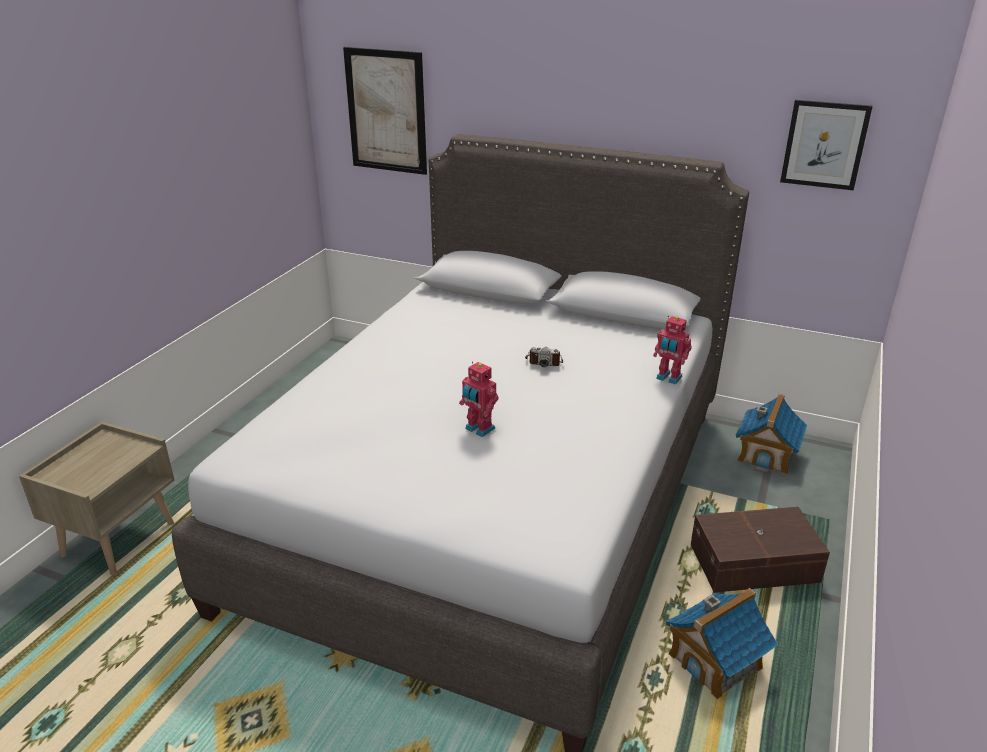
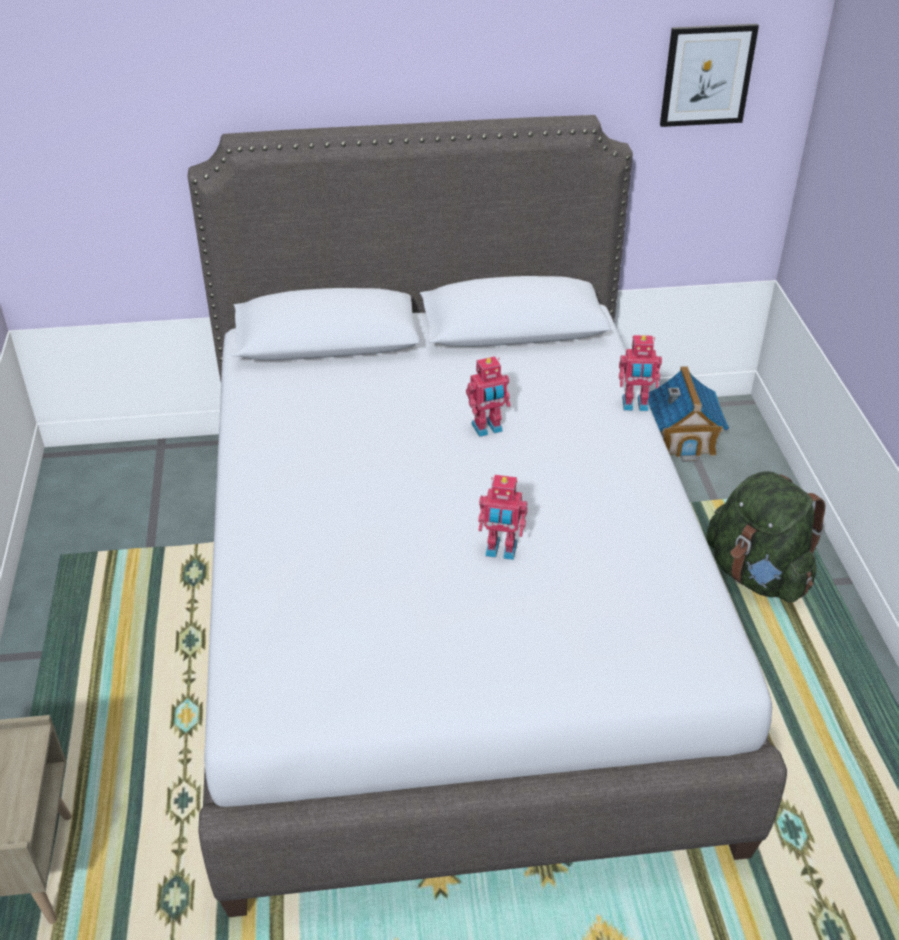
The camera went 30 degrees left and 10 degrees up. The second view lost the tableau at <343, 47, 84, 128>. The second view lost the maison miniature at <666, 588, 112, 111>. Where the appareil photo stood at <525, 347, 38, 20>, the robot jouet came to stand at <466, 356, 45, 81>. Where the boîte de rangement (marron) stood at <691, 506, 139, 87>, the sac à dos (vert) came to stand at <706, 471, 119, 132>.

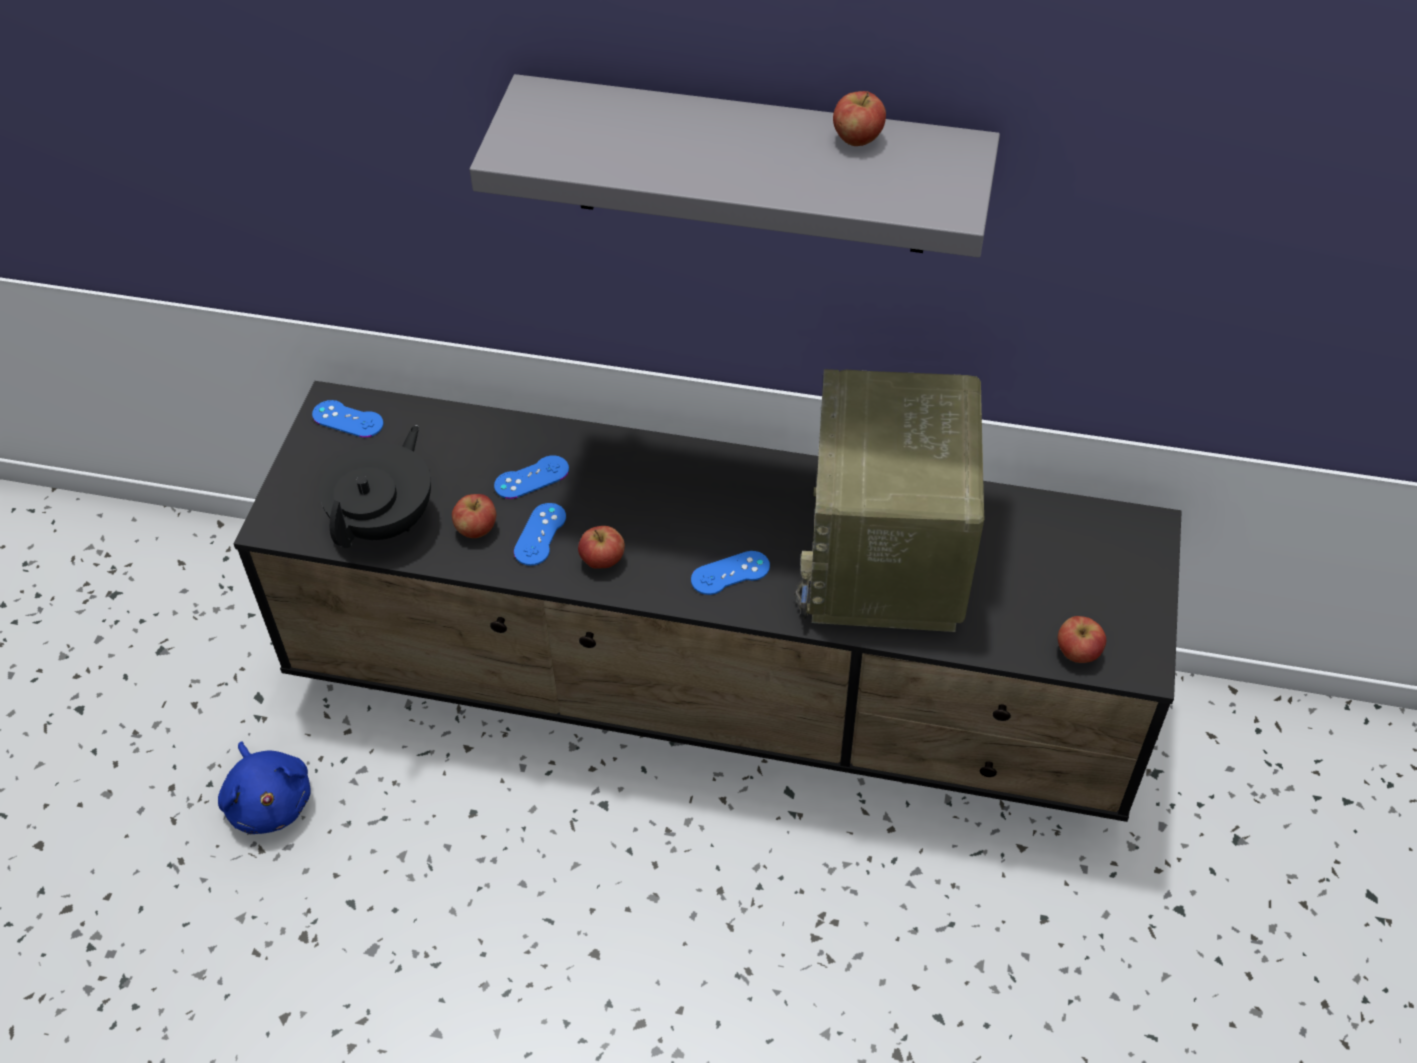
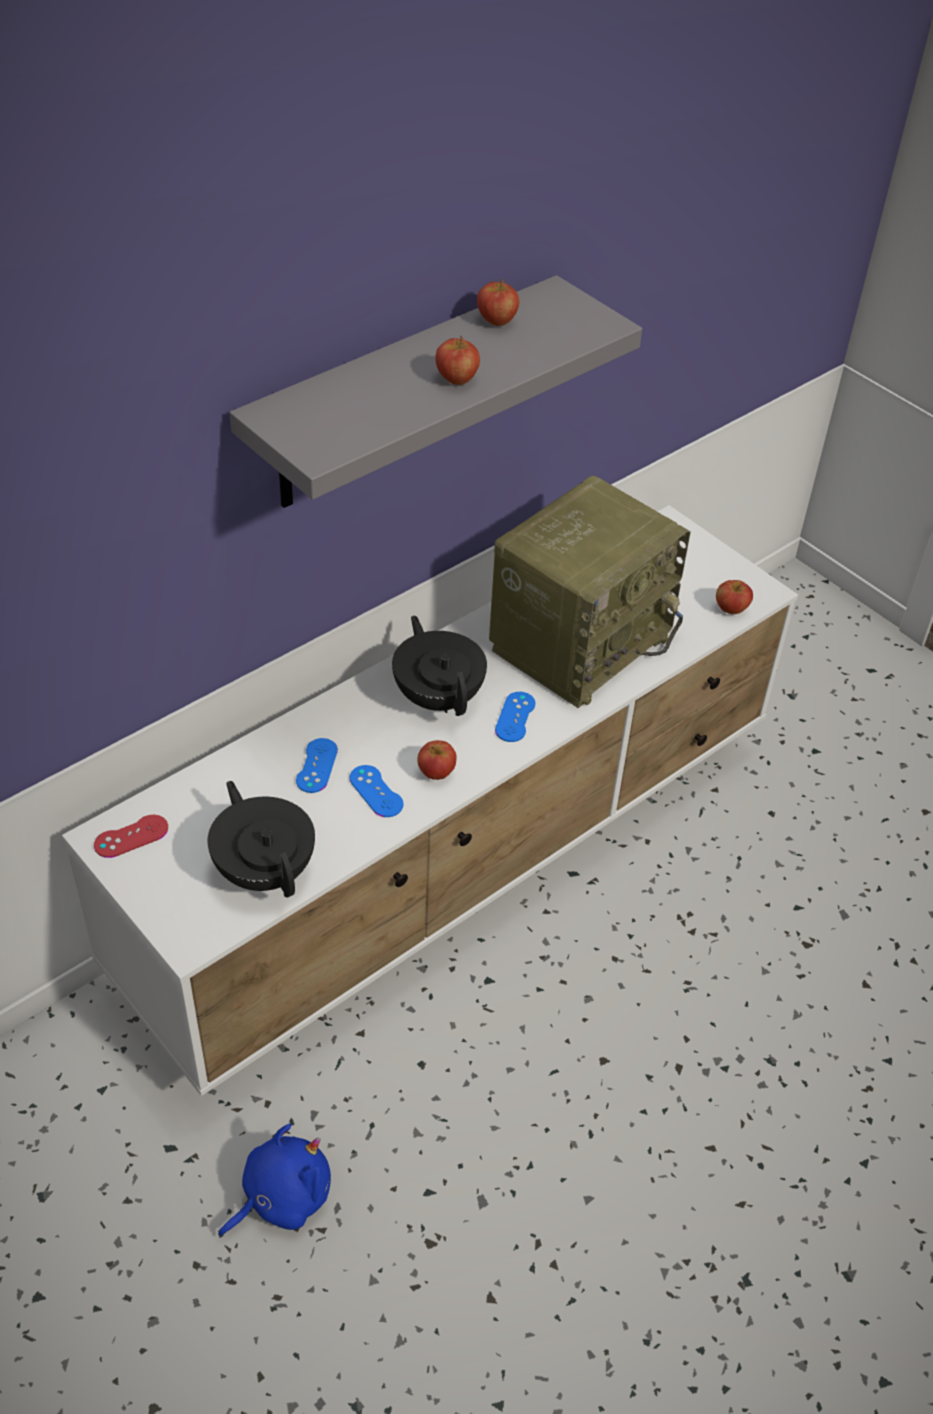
The camera went 55 degrees left and 5 degrees down. The second view gained the théière (noir) at <392, 616, 95, 100>. The pomme ended up elsewhere, having gone from <452, 494, 44, 44> to <436, 335, 44, 50>. What was the meuble télé (noir) at <233, 381, 949, 441> turned into the meuble télé (blanc) at <62, 505, 736, 591>. What was the manette (bleu) at <312, 400, 72, 38> turned into the manette (rouge) at <94, 815, 74, 43>. The peluche (bleu) at <218, 741, 93, 93> ended up facing another way, 45 degrees counterclockwise from before. The radio at <794, 369, 190, 263> ended up facing another way, 90 degrees counterclockwise from before.

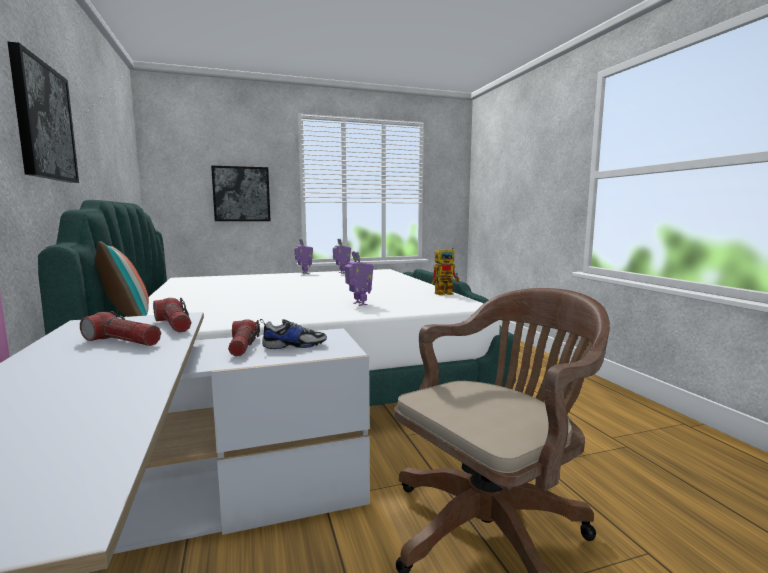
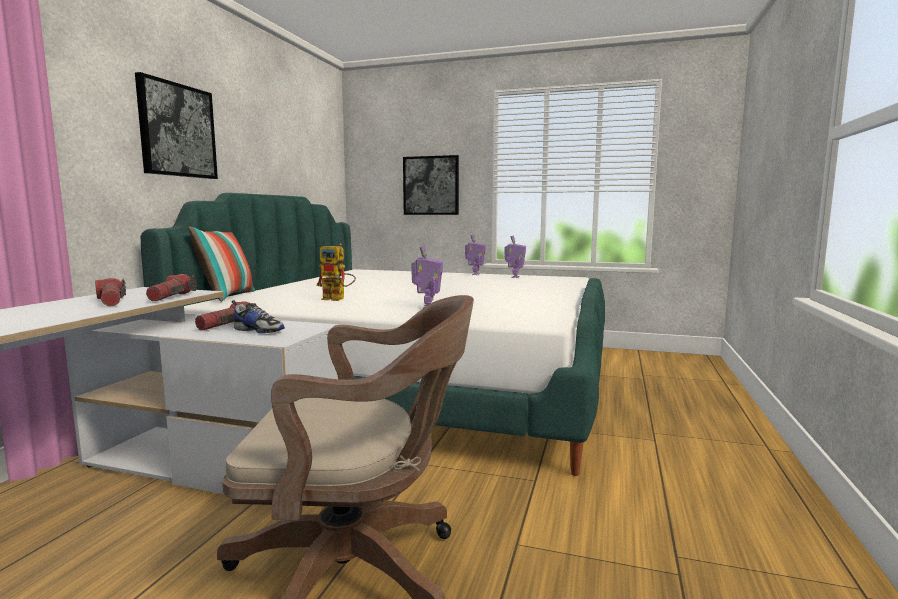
The camera went 35 degrees right and 0 degrees up. The robot jouet ended up elsewhere, having gone from <432, 247, 28, 48> to <316, 244, 40, 57>.

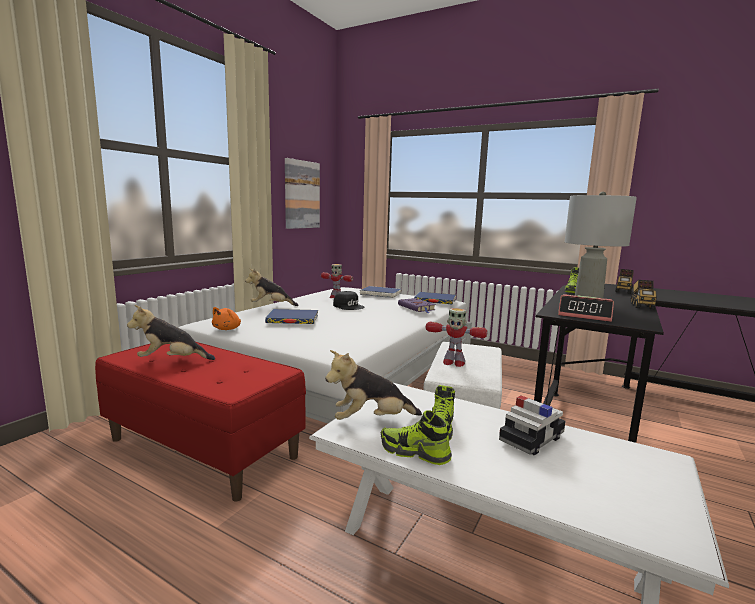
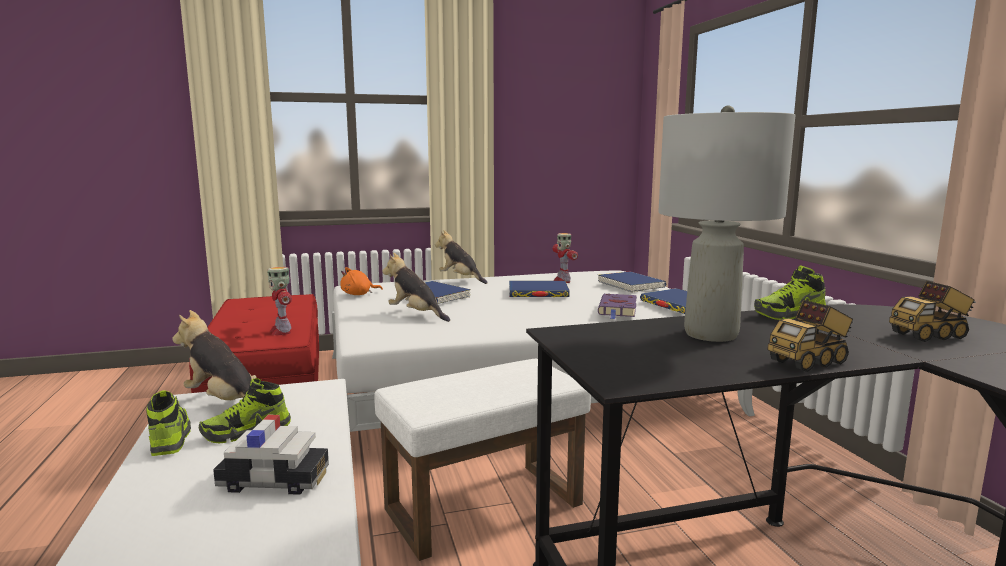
The camera went 45 degrees right and 0 degrees up. The second view lost the tableau at <285, 158, 35, 71>. The second view lost the réveil at <558, 294, 56, 28>. The peluche ended up elsewhere, having gone from <127, 305, 88, 55> to <382, 253, 68, 69>. The robot jouet ended up elsewhere, having gone from <426, 308, 62, 59> to <267, 267, 25, 68>. Where the casquette (noir) stood at <333, 291, 31, 19>, the livre (bleu) came to stand at <509, 281, 61, 16>.

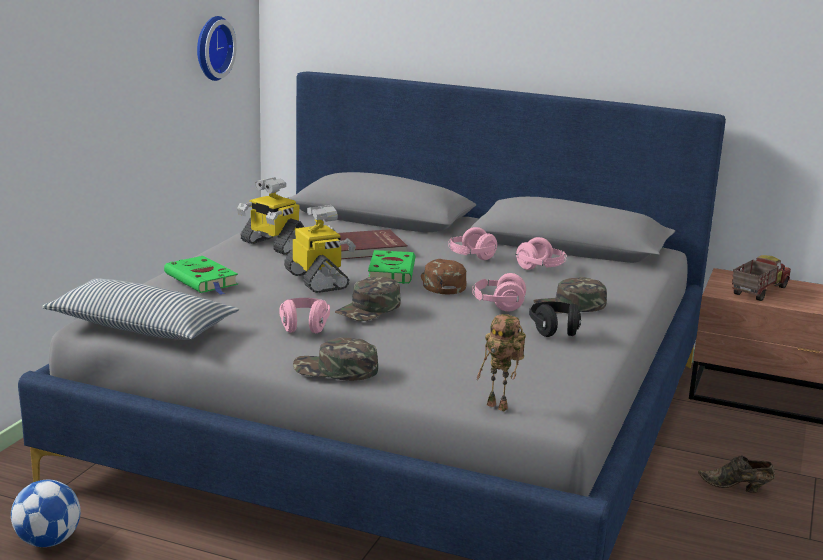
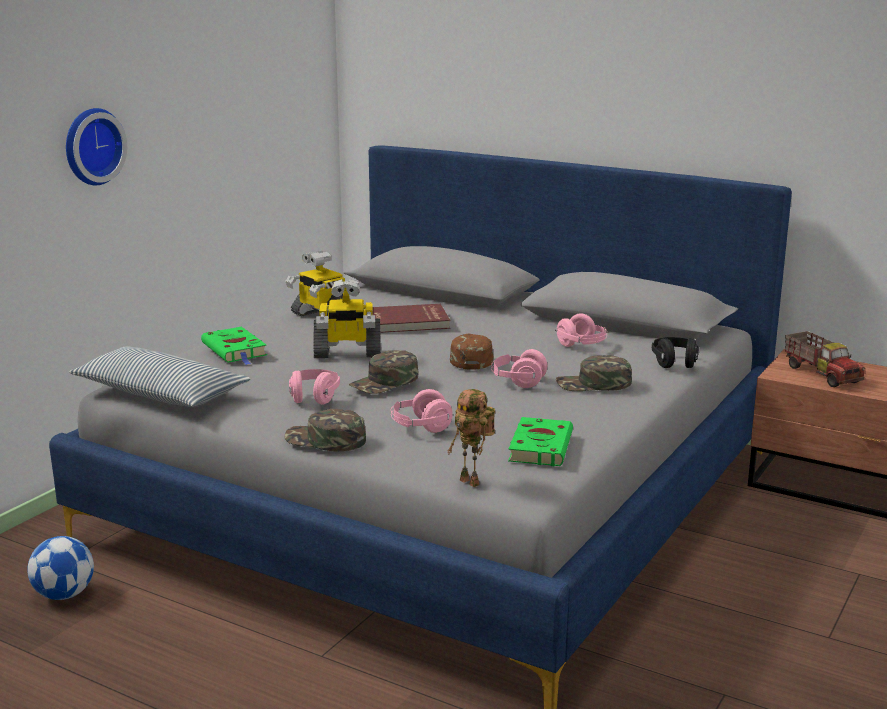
The camera went 10 degrees right and 0 degrees up. The second view lost the chaussure (marron) at <698, 455, 77, 38>. The horloge murale ended up elsewhere, having gone from <197, 16, 40, 65> to <66, 108, 61, 77>. The livre (vert) ended up elsewhere, having gone from <368, 250, 47, 34> to <508, 417, 65, 49>. The casque audio (rose) ended up elsewhere, having gone from <448, 227, 49, 33> to <391, 389, 62, 44>. The casque audio (noir) ended up elsewhere, having gone from <529, 301, 52, 36> to <652, 337, 47, 31>. The robot jouet at <284, 205, 72, 88> ended up facing another way, 105 degrees clockwise from before. The camion jouet at <732, 255, 59, 46> ended up facing another way, 105 degrees clockwise from before.

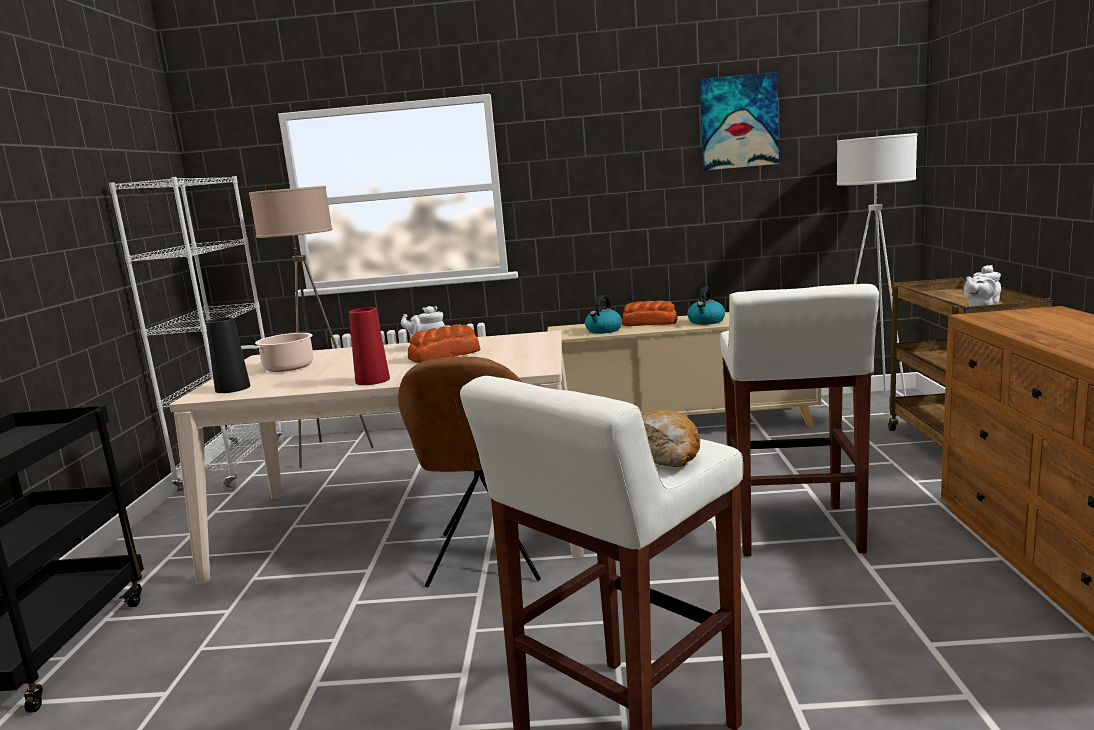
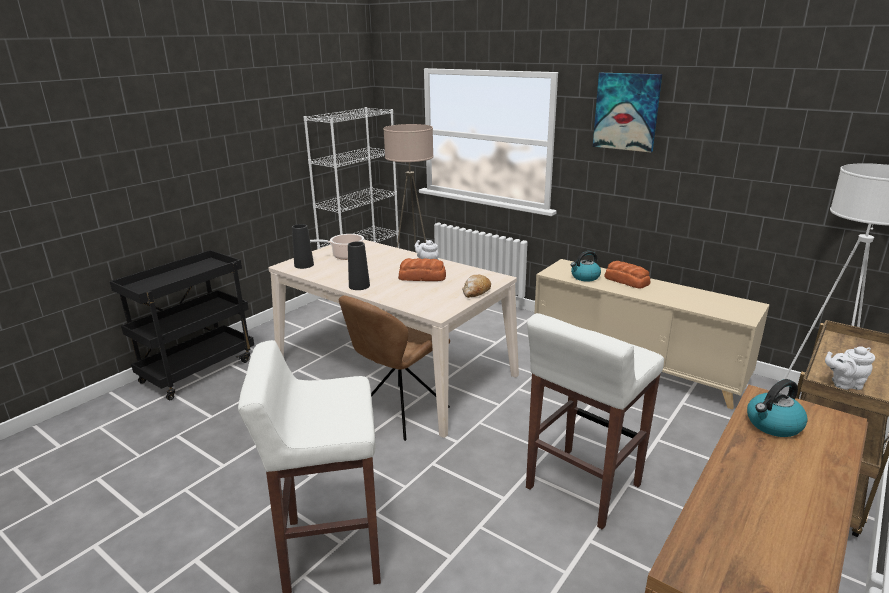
The camera went 35 degrees right and 10 degrees up. The pain ended up elsewhere, having gone from <641, 410, 59, 57> to <462, 275, 29, 23>. The bouilloire ended up elsewhere, having gone from <687, 286, 38, 39> to <747, 379, 61, 58>. The tableau ended up elsewhere, having gone from <700, 72, 79, 99> to <593, 73, 69, 79>. What was the vase (rouge) at <349, 307, 41, 78> turned into the vase (noir) at <348, 241, 22, 49>.

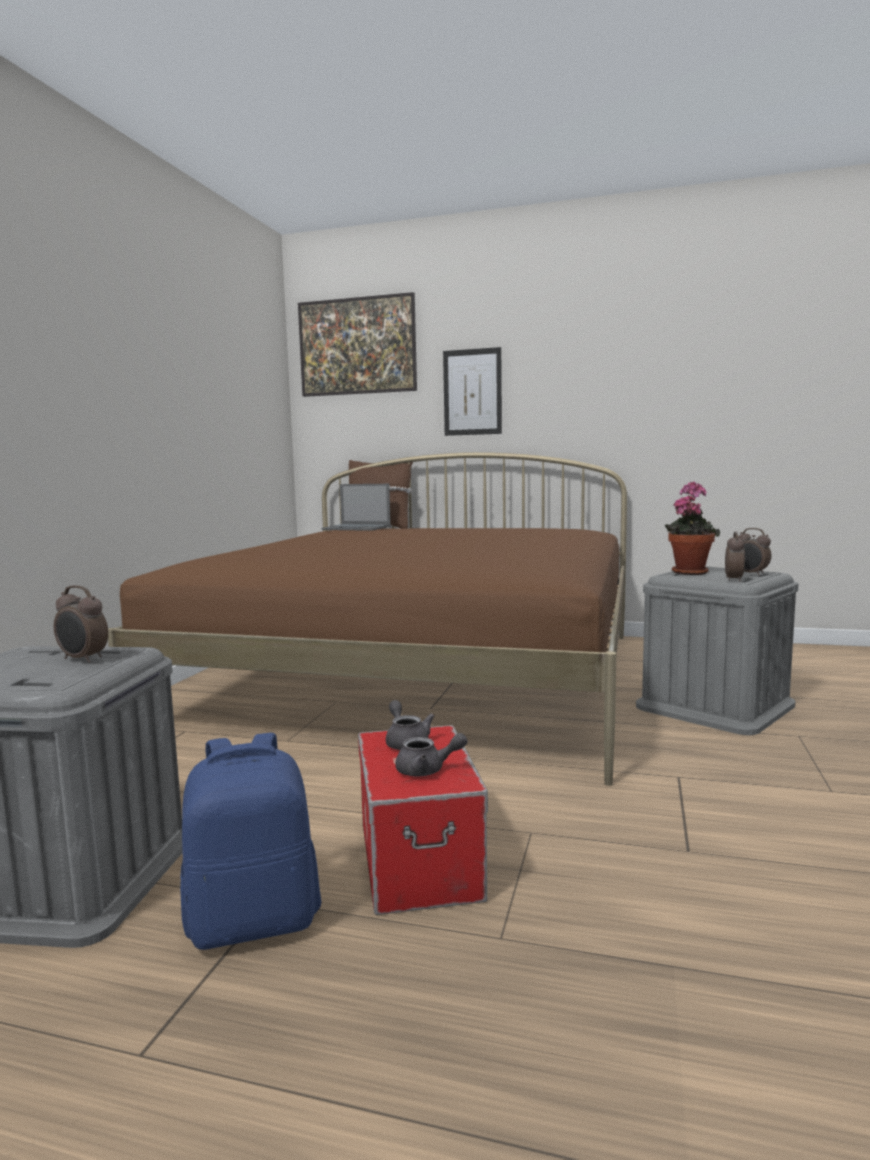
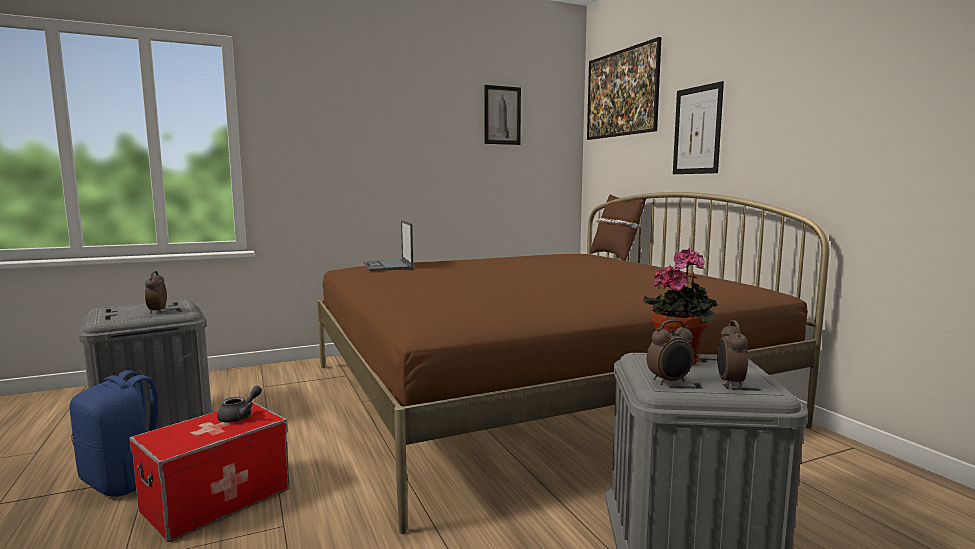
The camera went 50 degrees right and 0 degrees up. The second view lost the théière (gris) at <395, 733, 73, 44>. The second view gained the tableau at <484, 85, 37, 60>. The ordinateur portable ended up elsewhere, having gone from <322, 484, 69, 47> to <363, 220, 50, 51>.

